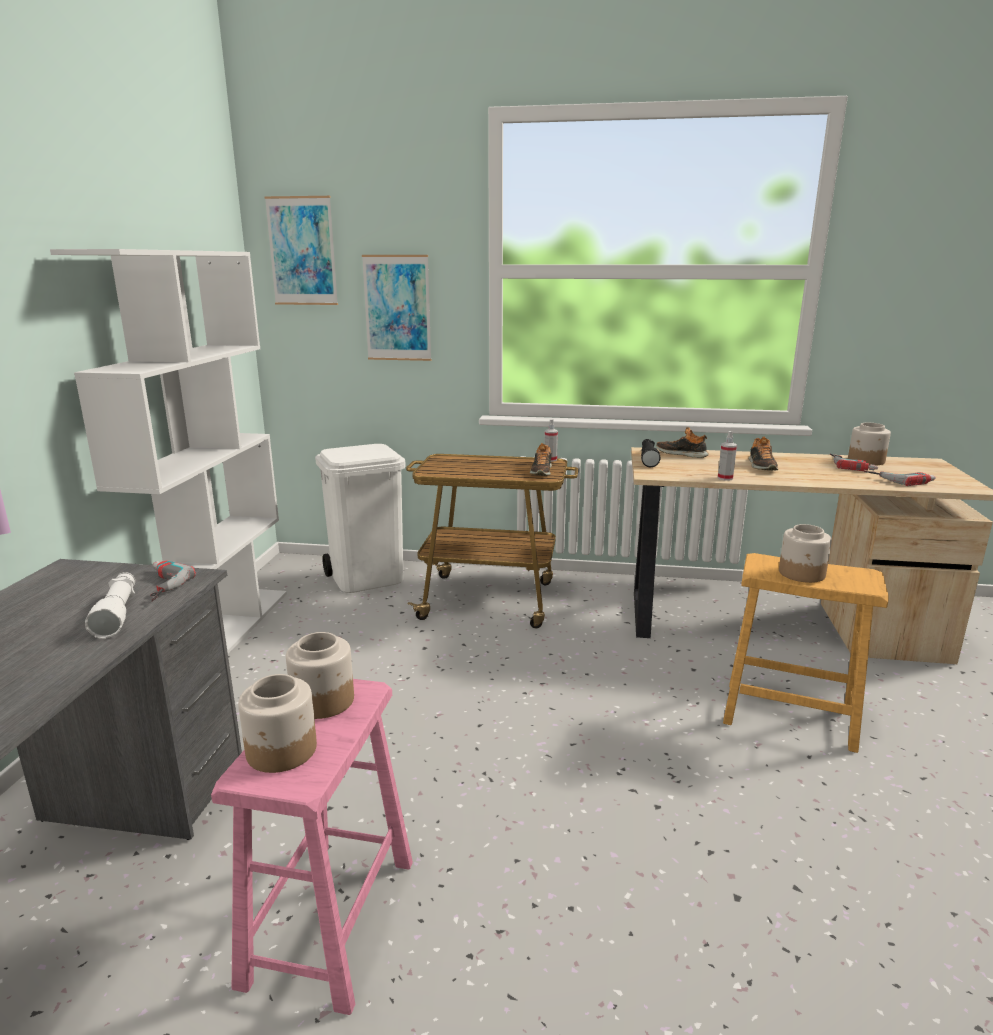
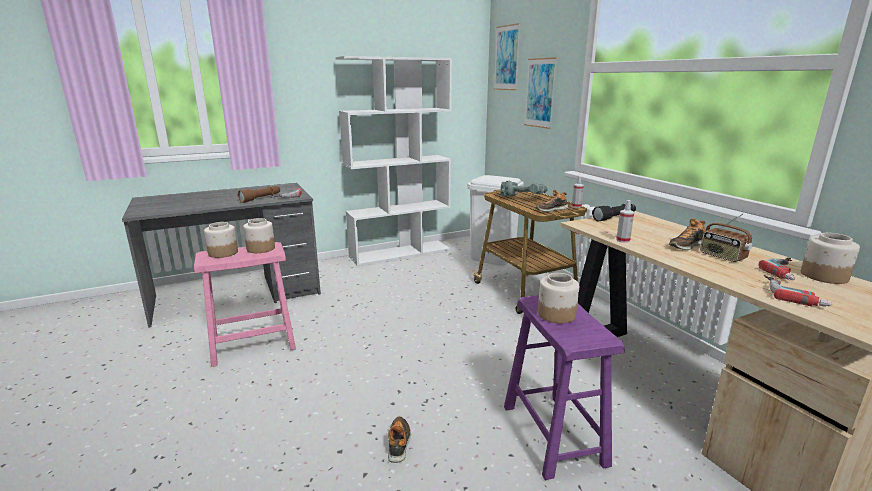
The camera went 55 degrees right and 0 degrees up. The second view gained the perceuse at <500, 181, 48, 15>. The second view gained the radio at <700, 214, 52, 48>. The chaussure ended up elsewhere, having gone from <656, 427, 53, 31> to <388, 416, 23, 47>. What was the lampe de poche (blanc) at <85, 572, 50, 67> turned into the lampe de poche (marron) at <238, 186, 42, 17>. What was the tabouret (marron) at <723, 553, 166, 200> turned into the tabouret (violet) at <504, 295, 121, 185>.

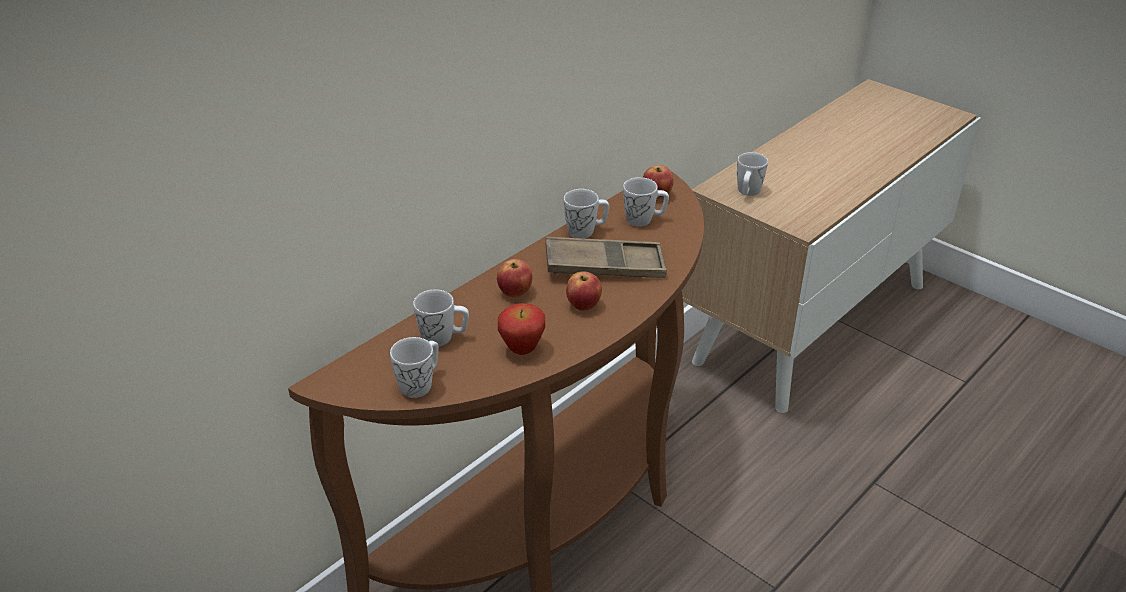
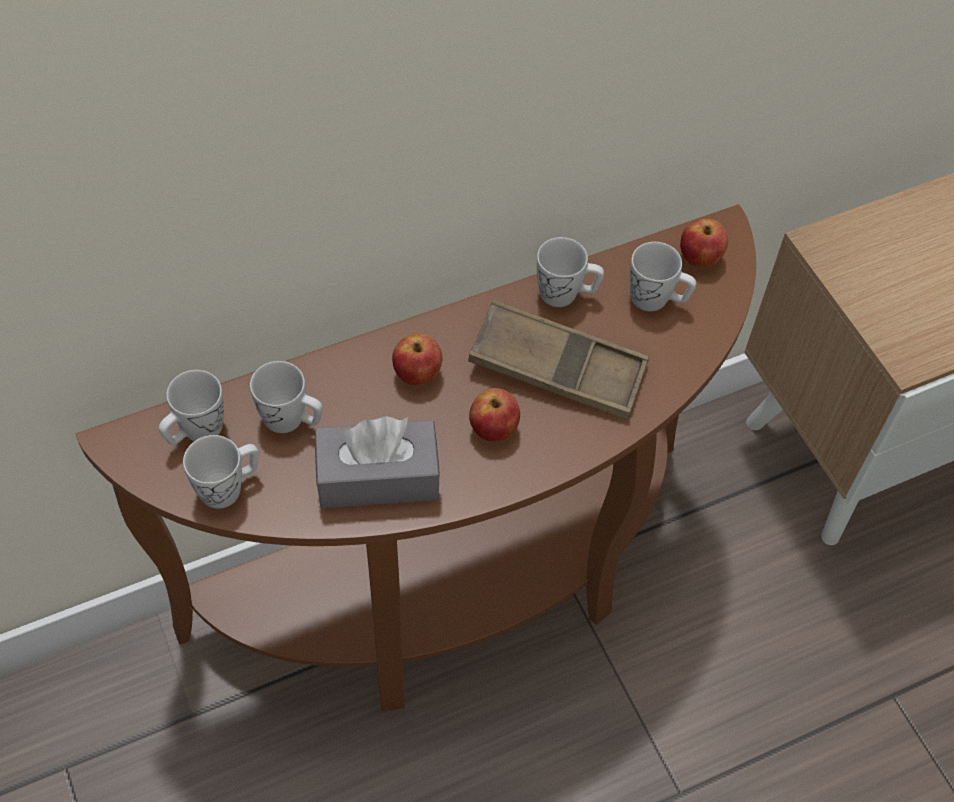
The camera went 20 degrees right and 20 degrees up. The mug (blanc) ended up elsewhere, having gone from <737, 152, 31, 44> to <159, 370, 65, 75>. Where the pomme stood at <498, 303, 47, 52>, the boîte à mouchoirs (gris) came to stand at <315, 416, 125, 92>.

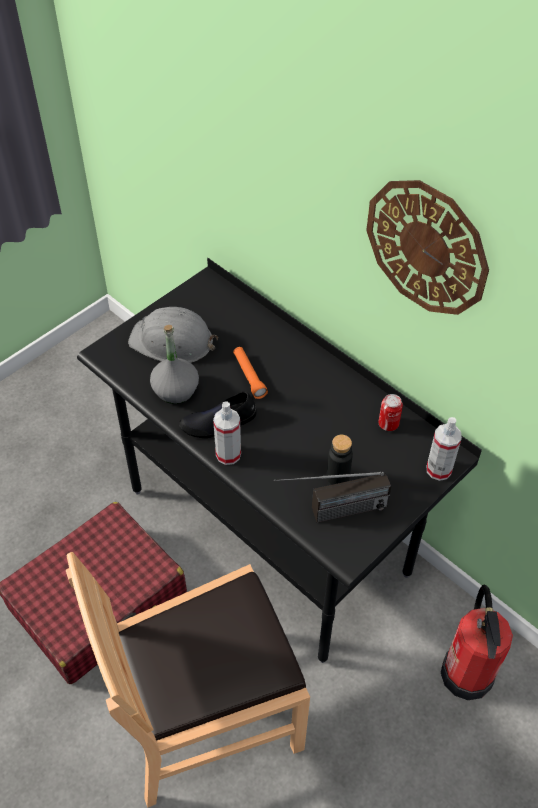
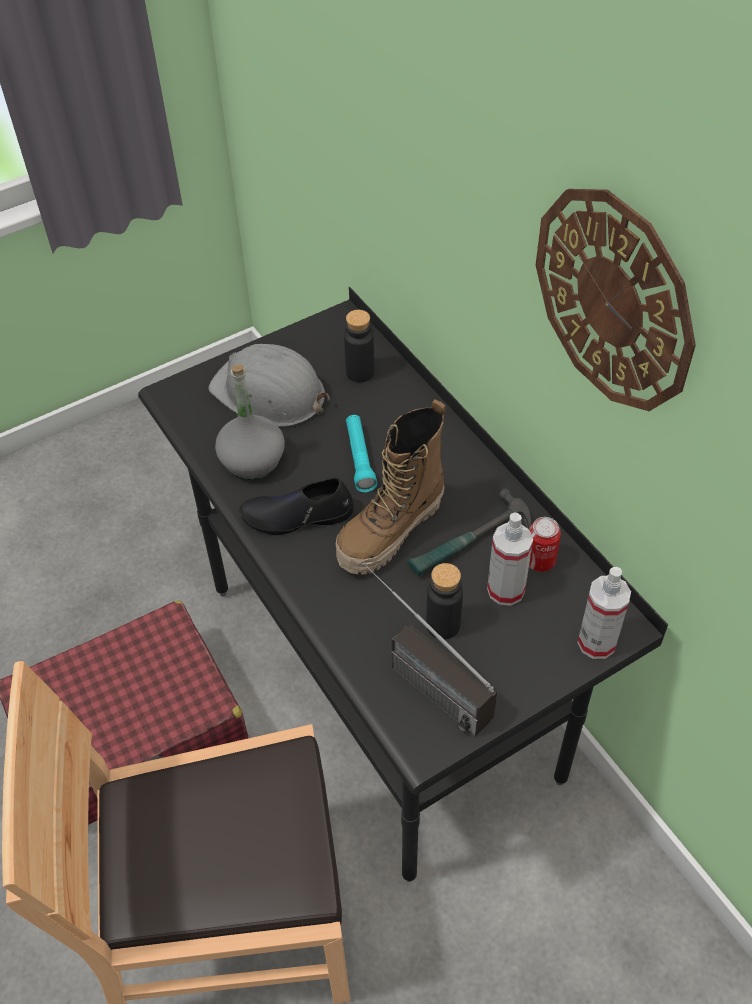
The camera went 15 degrees right and 0 degrees up. The second view lost the extincteur at <441, 585, 72, 115>. The second view gained the botte at <336, 400, 110, 175>. The second view gained the bouteille (noir) at <344, 310, 30, 72>. The second view gained the marteau at <408, 488, 123, 88>. The vaporisateur ended up elsewhere, having gone from <213, 401, 28, 64> to <487, 512, 46, 94>. What was the lampe de poche (orange) at <233, 347, 35, 52> turned into the lampe de poche (turquoise) at <346, 415, 31, 77>. The radio at <274, 472, 117, 51> ended up facing another way, 45 degrees clockwise from before.

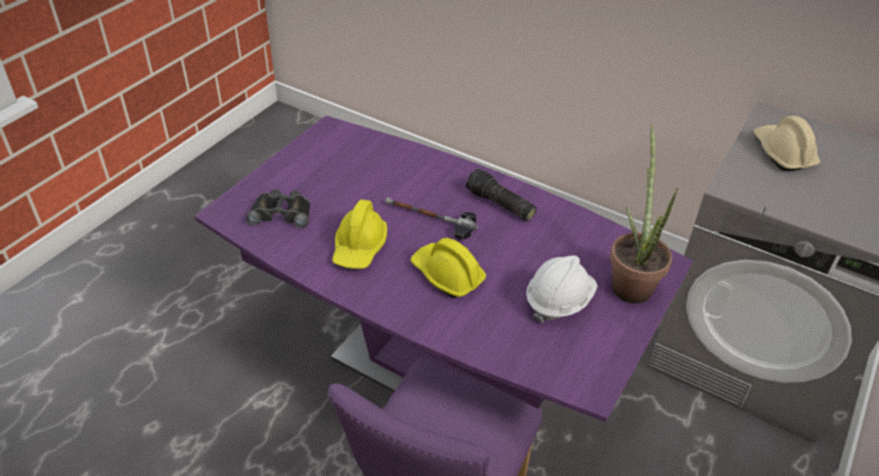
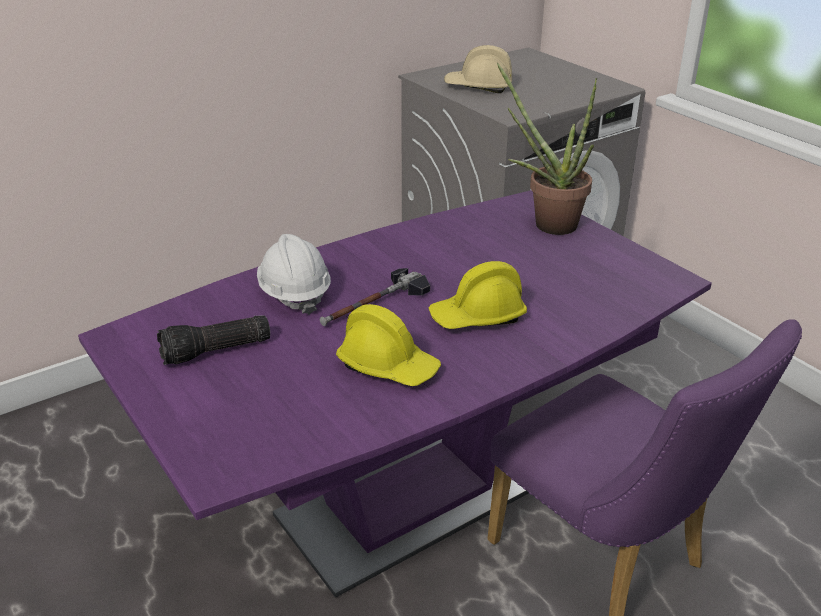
The camera went 65 degrees left and 10 degrees down. The second view lost the jumelles (noir) at <246, 189, 64, 39>. The lampe de poche ended up elsewhere, having gone from <466, 168, 71, 53> to <157, 316, 113, 49>. The casque de chantier (blanc) ended up elsewhere, having gone from <526, 256, 72, 67> to <257, 234, 74, 81>.

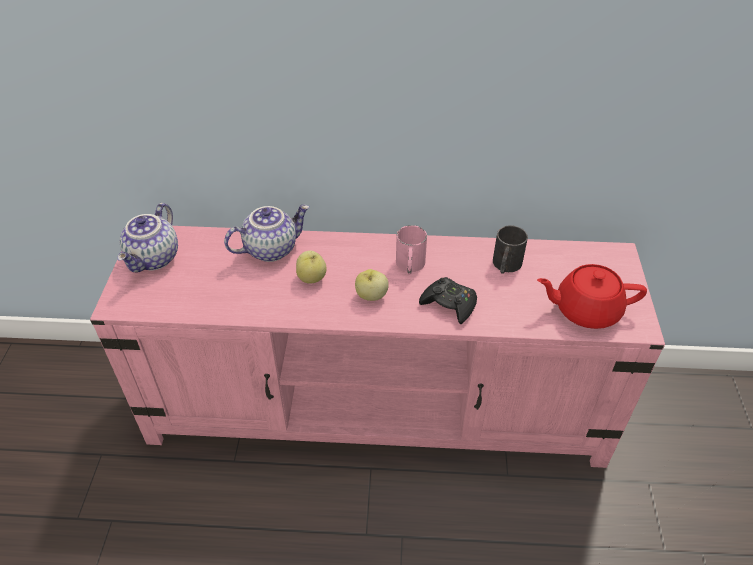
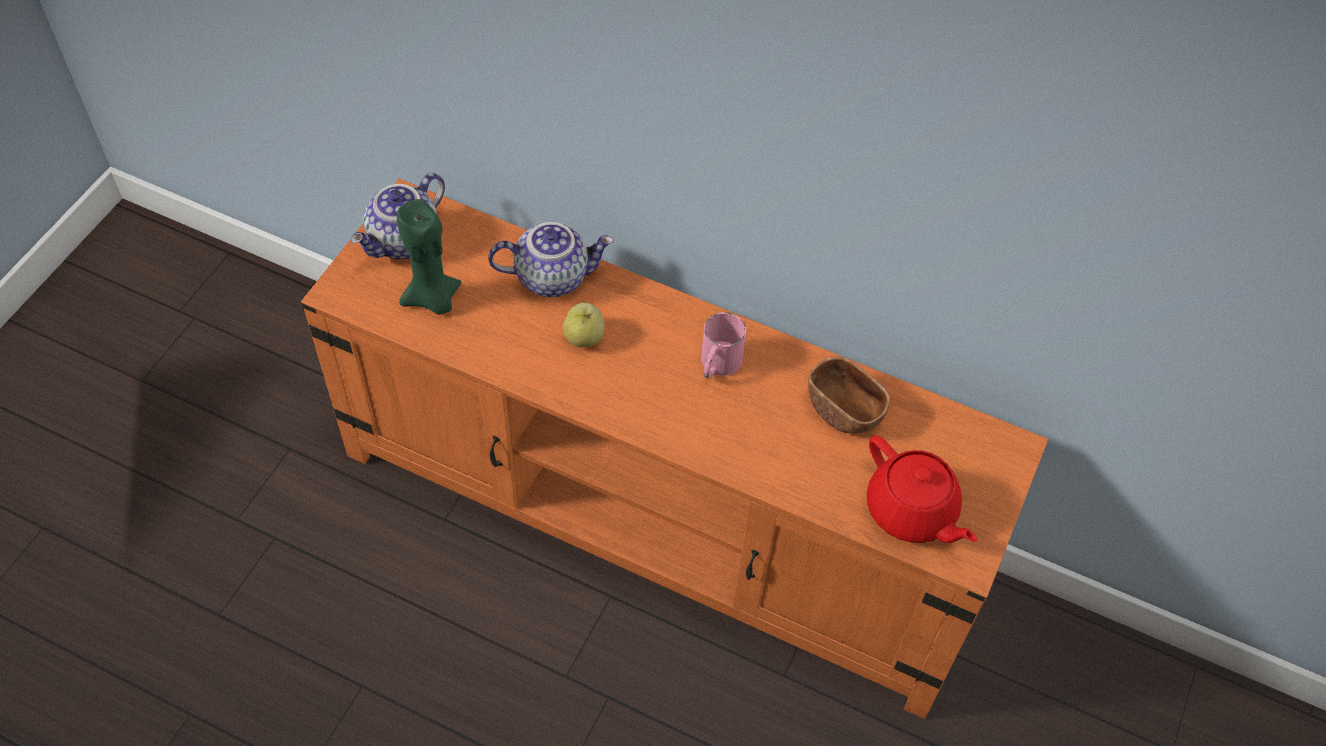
The camera went 20 degrees right and 10 degrees up. The second view lost the pomme at <355, 269, 34, 32>. The second view lost the manette (noir) at <419, 277, 58, 47>. The second view gained the bougie (vert) at <397, 199, 64, 116>. Where the mug (noir) stood at <493, 225, 35, 49>, the bol (marron) came to stand at <808, 357, 82, 77>. What was the meuble télé (rose) at <90, 226, 575, 242> turned into the meuble télé (orange) at <301, 179, 747, 540>. The théière (rouge) at <537, 264, 110, 65> ended up facing another way, 150 degrees counterclockwise from before.

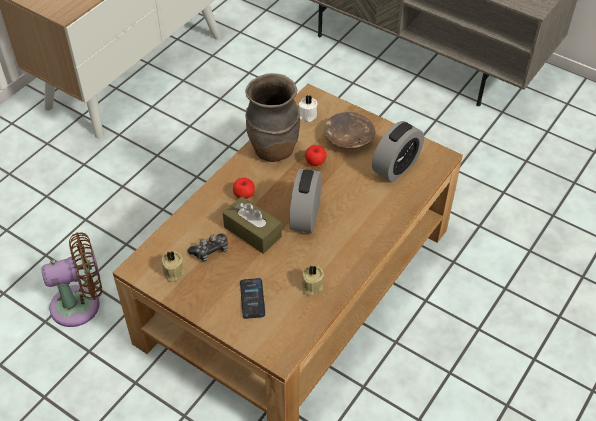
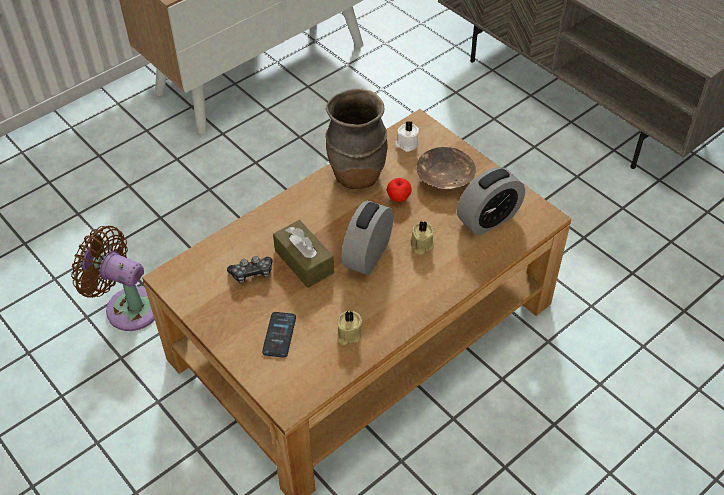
The camera went 15 degrees right and 0 degrees up. The second view lost the pomme at <233, 178, 22, 21>. The bougie (beige) ended up elsewhere, having gone from <162, 251, 23, 31> to <410, 221, 25, 34>. The ventilateur (marron) at <41, 232, 61, 95> ended up facing another way, 150 degrees counterclockwise from before.

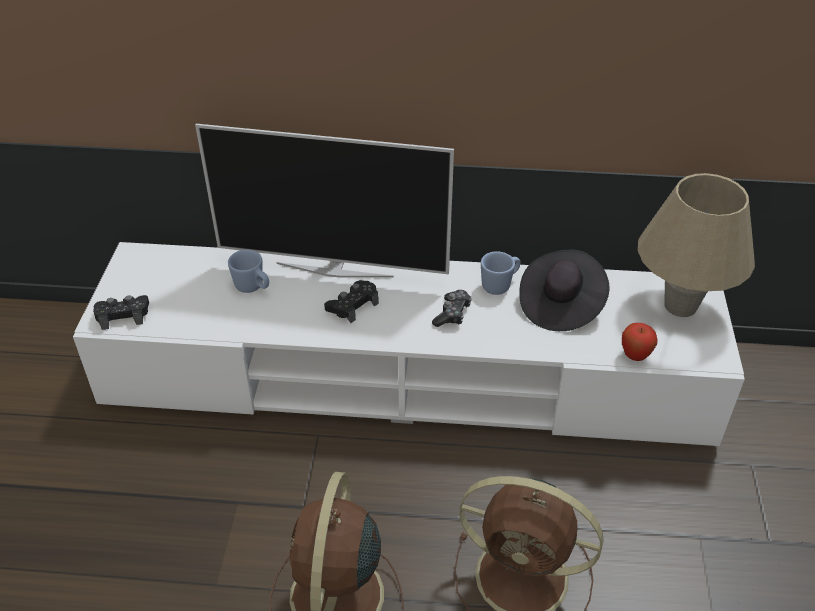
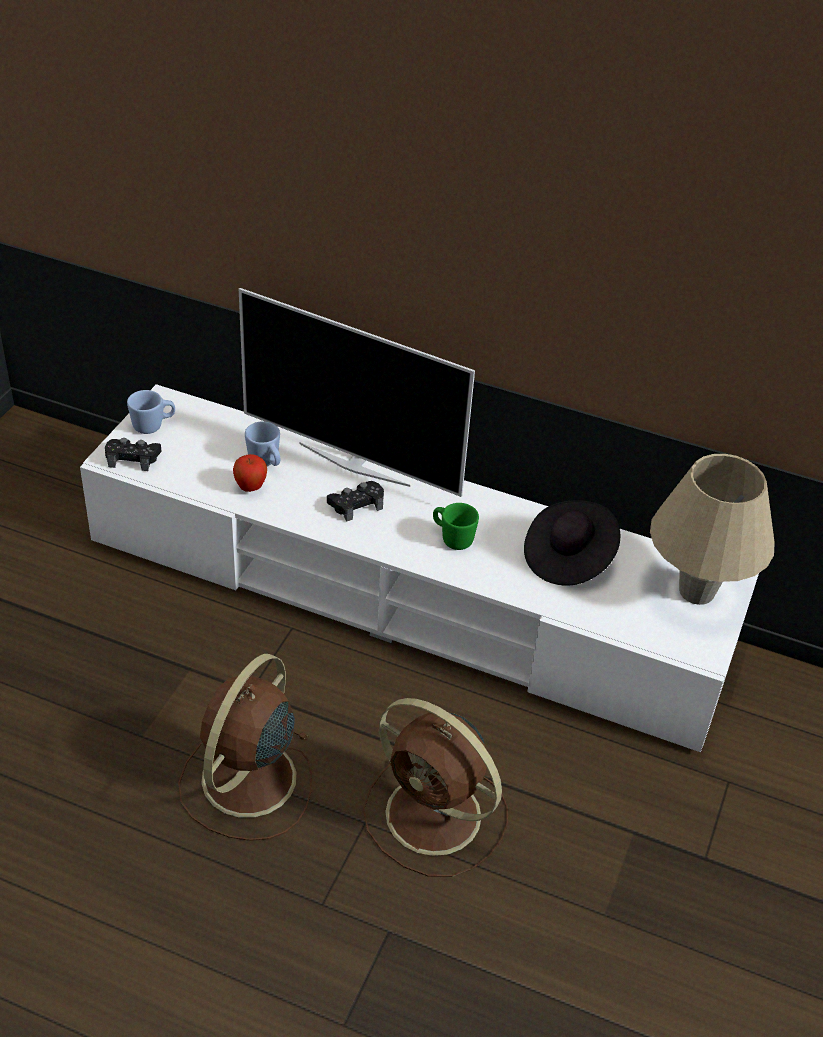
The camera went 15 degrees right and 0 degrees up. The mug (bleu) ended up elsewhere, having gone from <481, 251, 40, 44> to <127, 390, 48, 44>. The pomme ended up elsewhere, having gone from <622, 323, 36, 38> to <233, 454, 34, 38>. Where the manette stood at <432, 290, 40, 37>, the mug (vert) came to stand at <433, 503, 46, 47>.

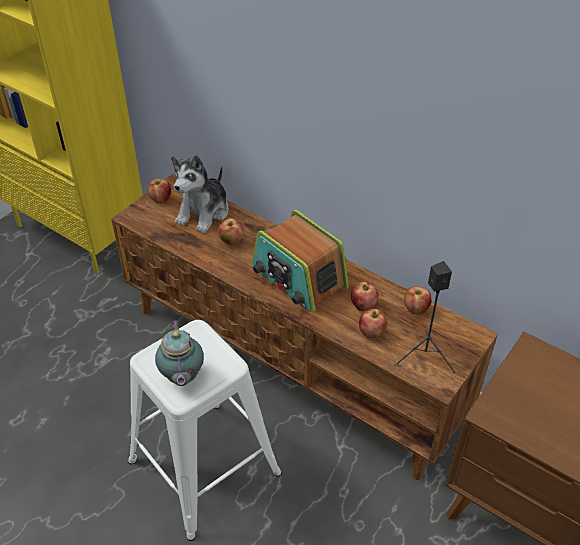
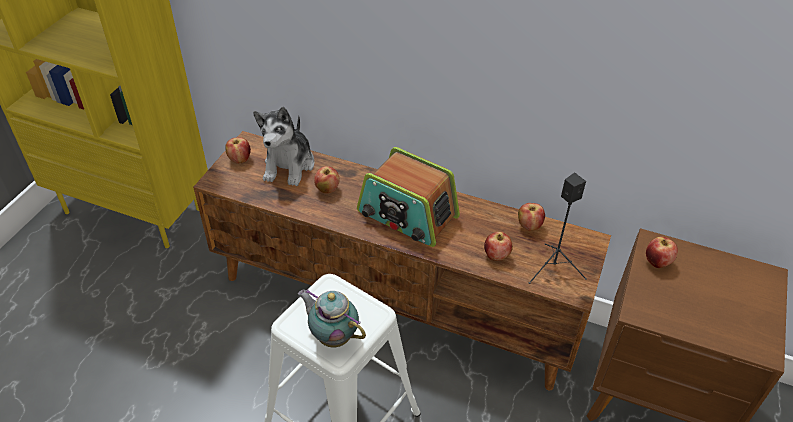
The camera went 15 degrees left and 0 degrees up. The pomme ended up elsewhere, having gone from <351, 282, 28, 29> to <646, 236, 32, 32>. The théière at <155, 320, 49, 66> ended up facing another way, 150 degrees clockwise from before.

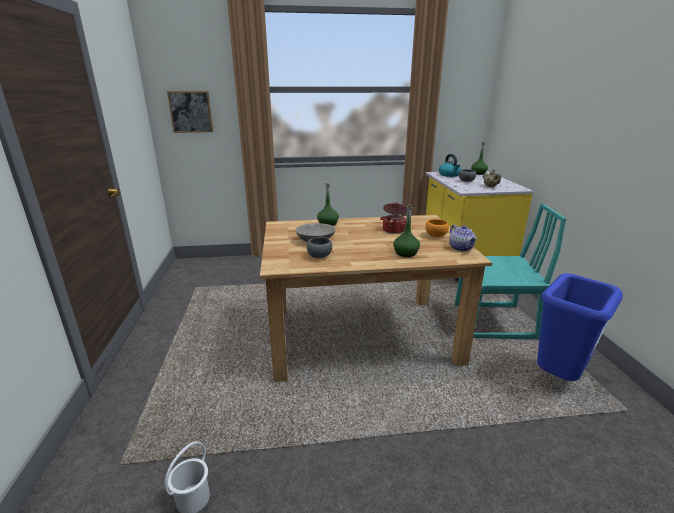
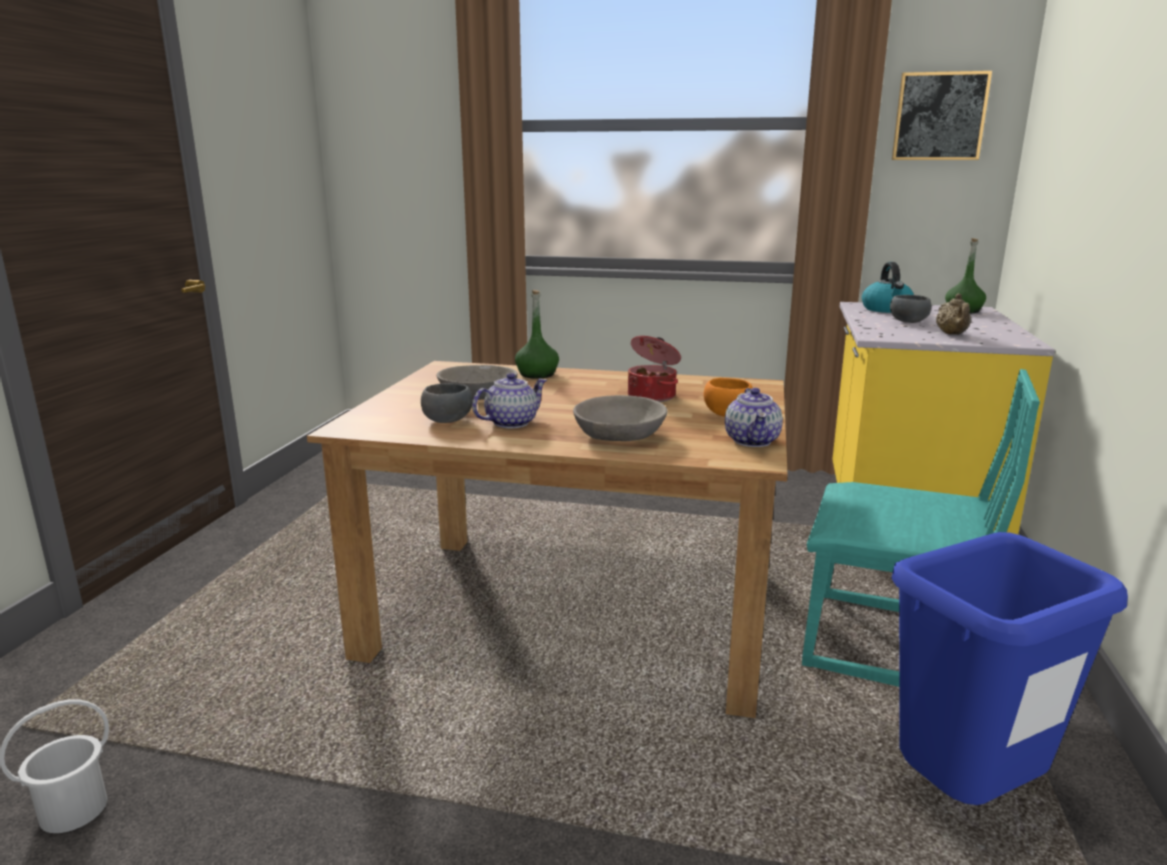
The camera went 20 degrees right and 5 degrees down. The second view gained the théière at <472, 373, 75, 56>. The tableau ended up elsewhere, having gone from <167, 91, 46, 42> to <892, 71, 100, 89>. Where the bouteille (vert) stood at <393, 205, 27, 52>, the bol (gris) came to stand at <573, 395, 95, 46>.

